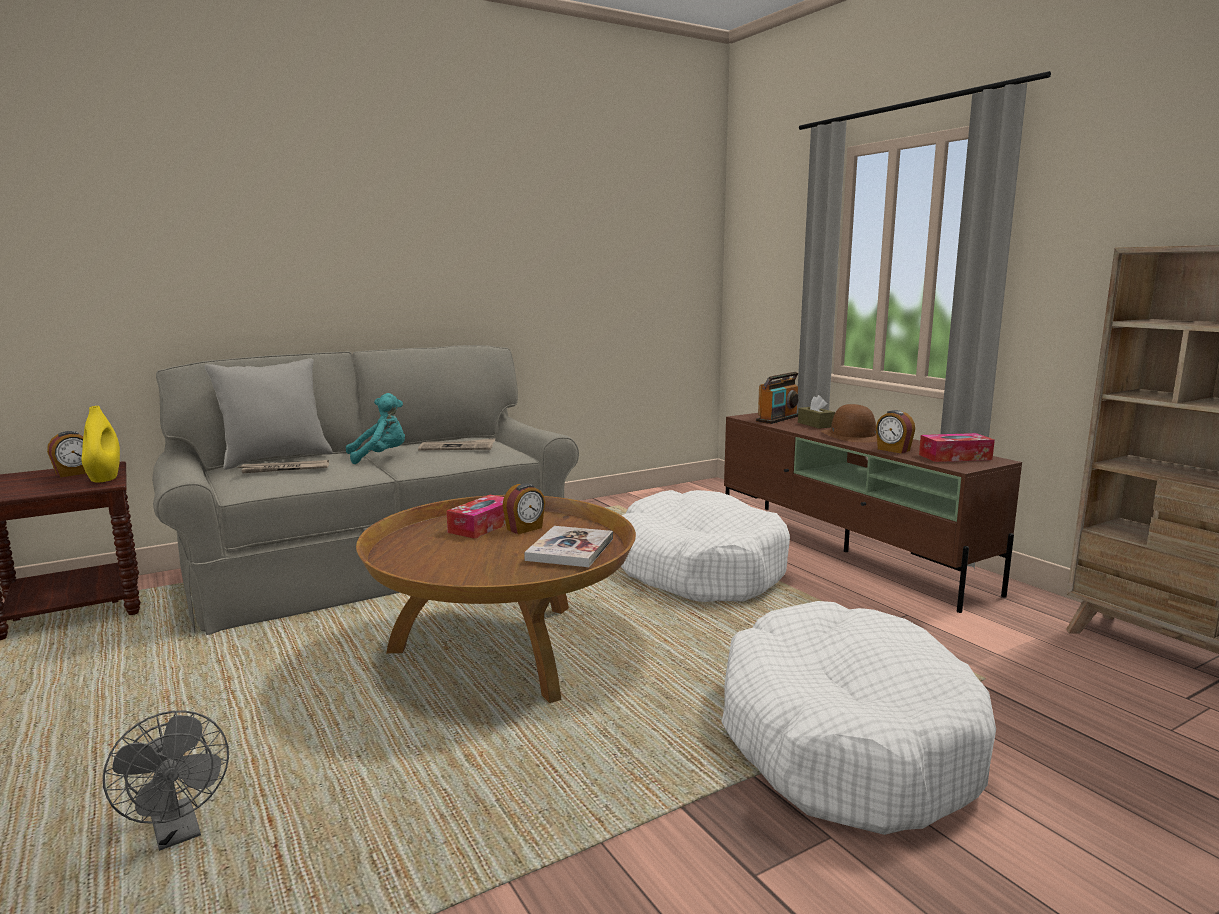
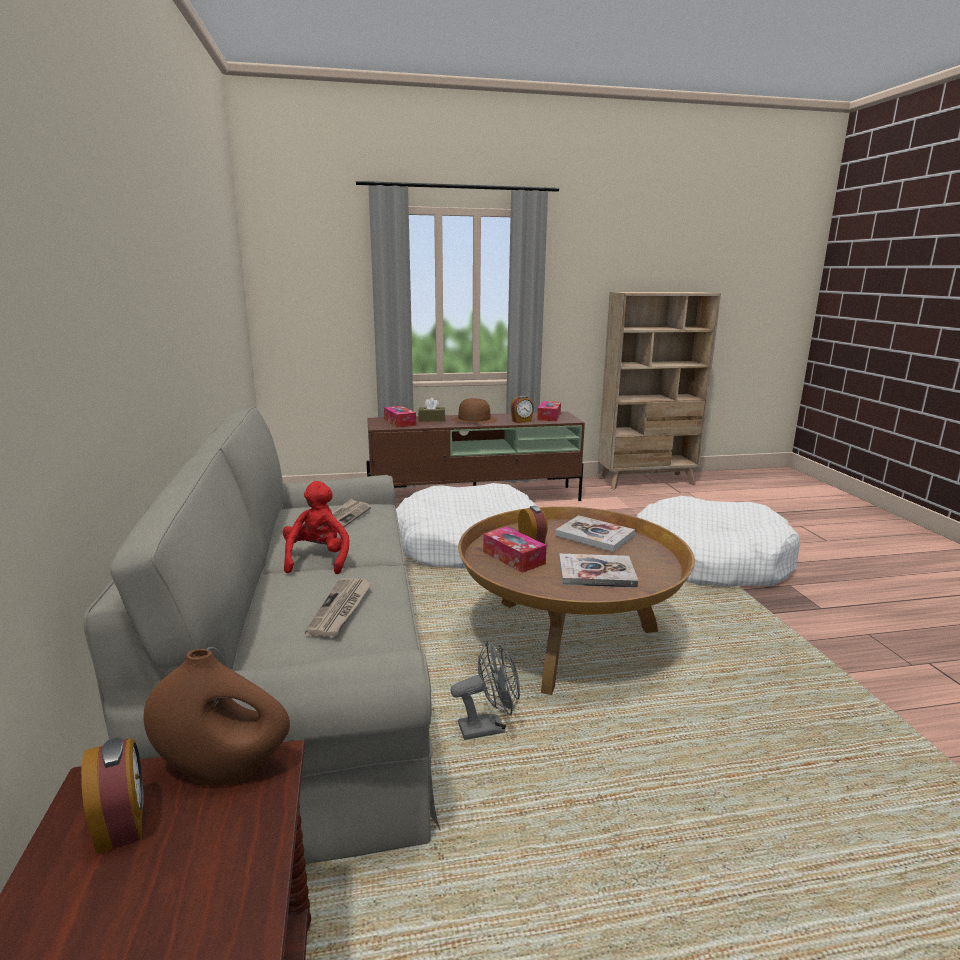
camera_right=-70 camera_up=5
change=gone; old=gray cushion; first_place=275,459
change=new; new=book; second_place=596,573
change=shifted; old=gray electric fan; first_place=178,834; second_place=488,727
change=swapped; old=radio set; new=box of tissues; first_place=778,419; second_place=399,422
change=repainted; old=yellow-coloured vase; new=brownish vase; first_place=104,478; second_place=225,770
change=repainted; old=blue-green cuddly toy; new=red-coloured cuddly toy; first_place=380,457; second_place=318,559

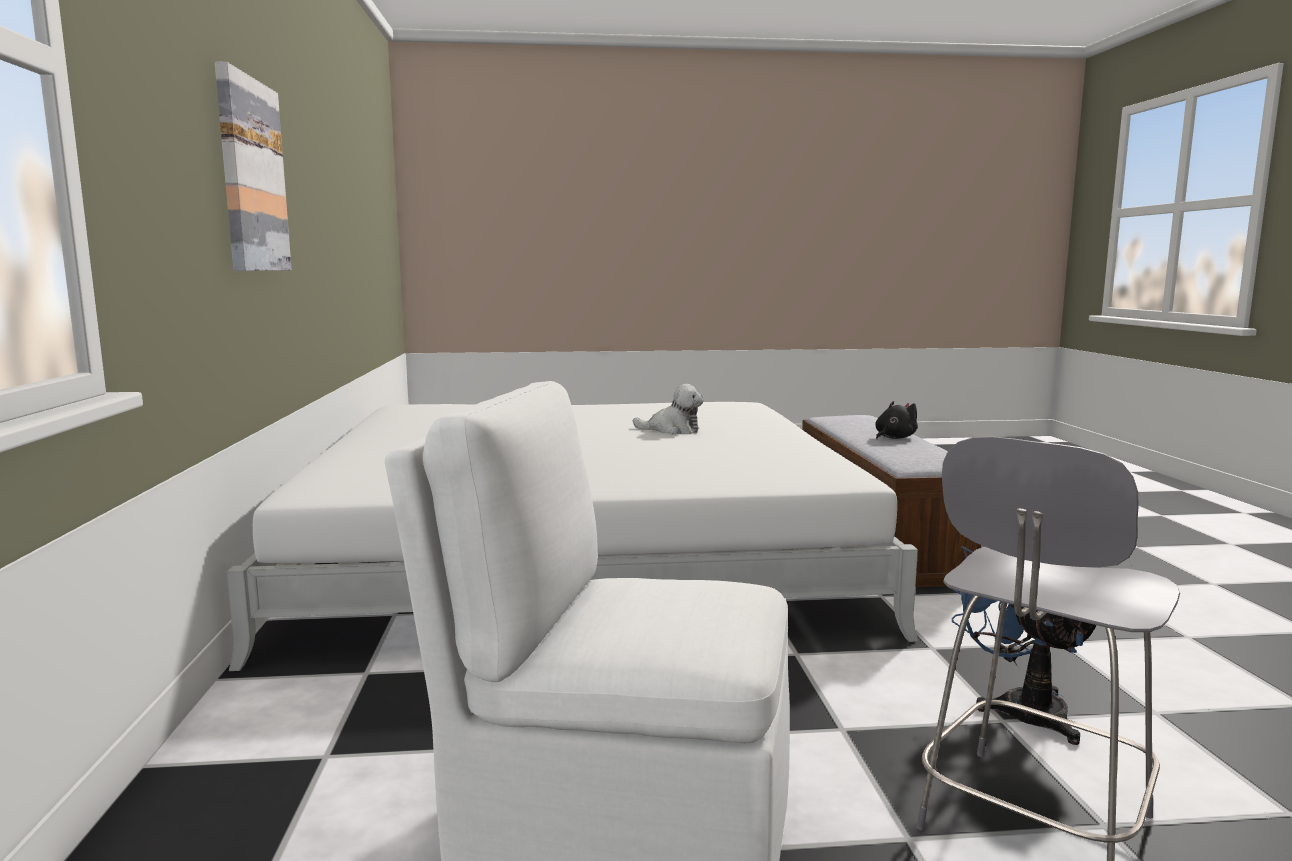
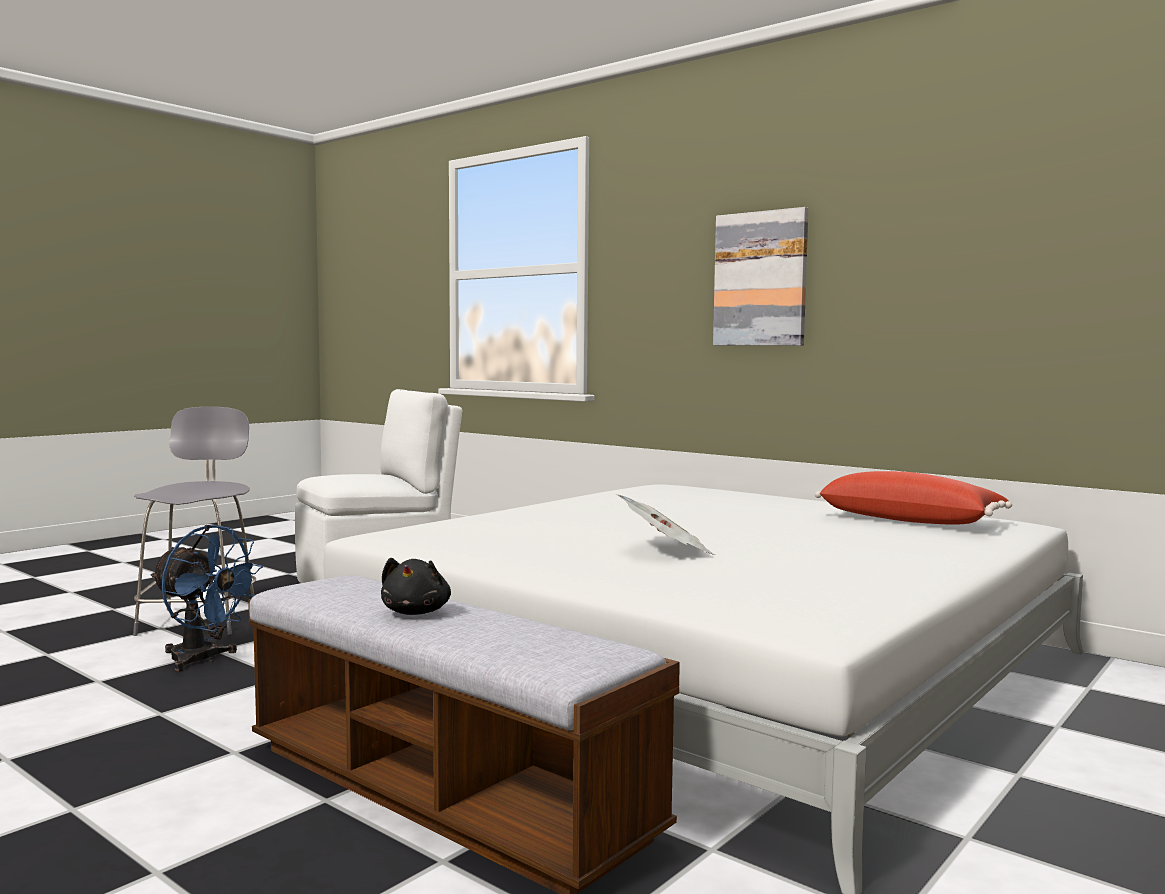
camera_right=135 camera_up=-5
change=new; new=red-coloured cushion; second_place=910,520
change=swapped; old=cuddly toy; new=newspaper; first_place=672,430; second_place=666,551

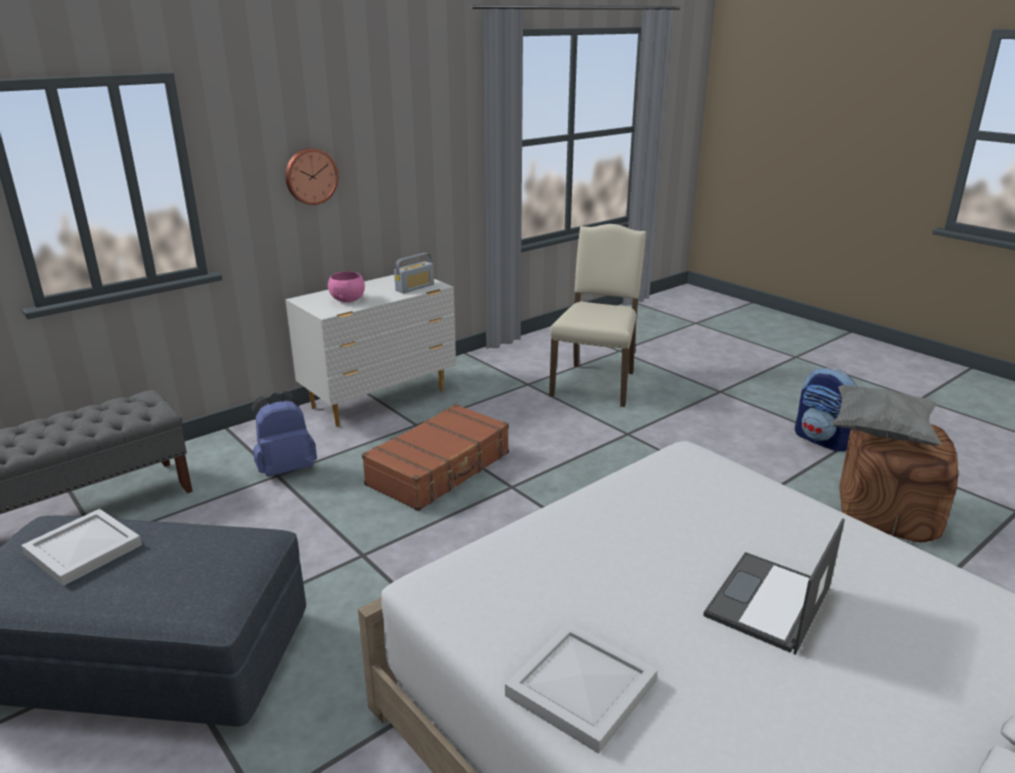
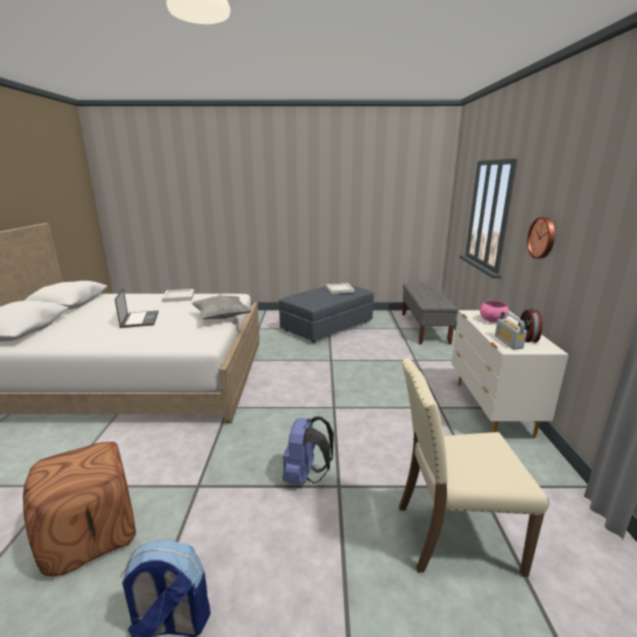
camera_right=130 camera_up=-5
change=gone; old=brownish travel case; first_place=440,469
change=new; new=bedside clock; second_place=526,338
change=shifted; old=blue backpack; first_place=286,468; second_place=305,476
change=shifted; old=gray cushion; first_place=881,433; second_place=222,318
change=rotated; old=sand-coloured upright chair; first_place=596,383; second_place=453,535; degrees=120

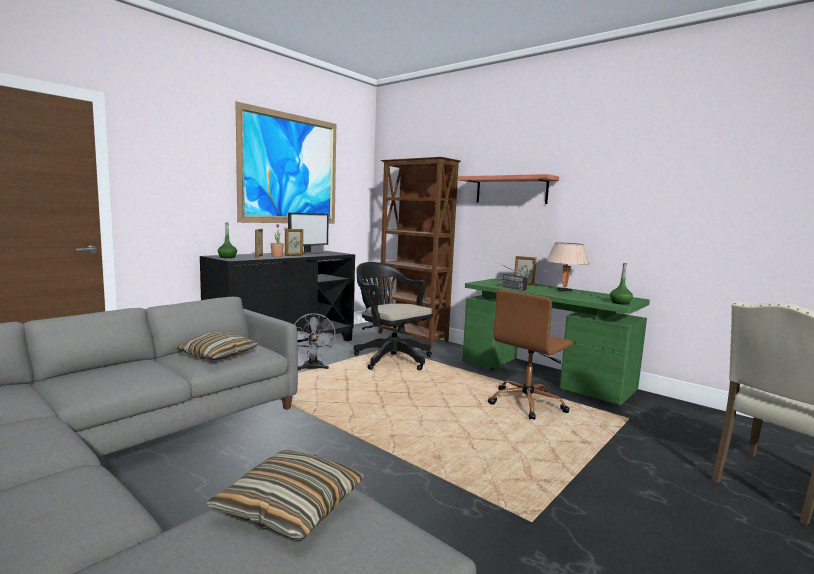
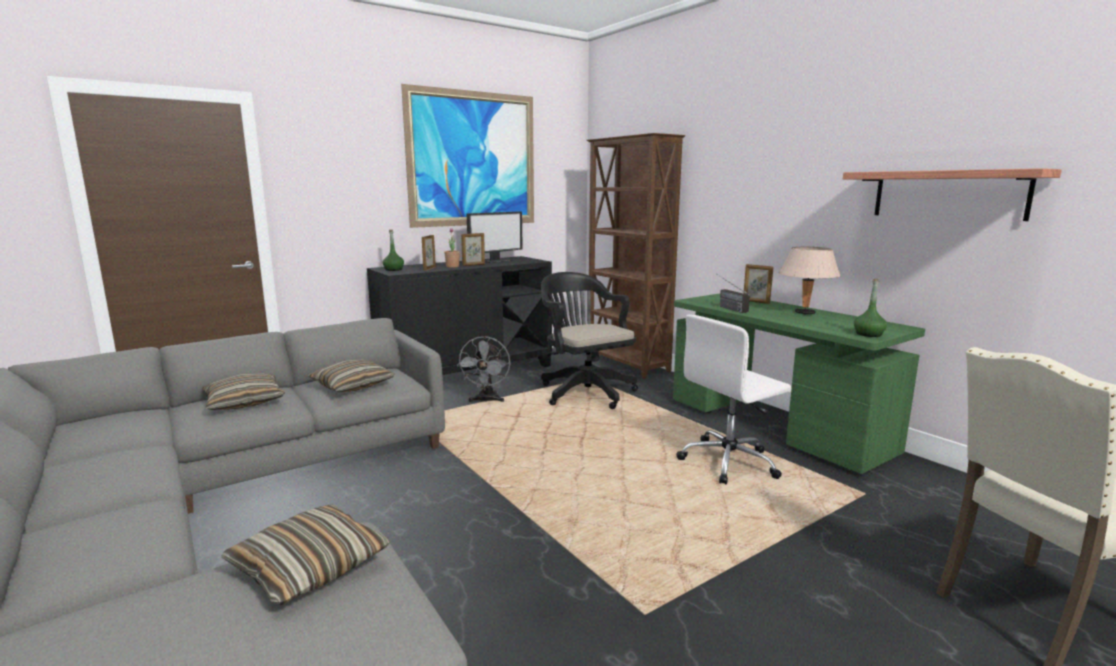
camera_right=15 camera_up=5
change=new; new=cushion; second_place=244,402
change=shifted; old=wall shelf; first_place=511,190; second_place=948,194
change=repainted; old=brownish office chair; new=white office chair; first_place=527,403; second_place=729,462

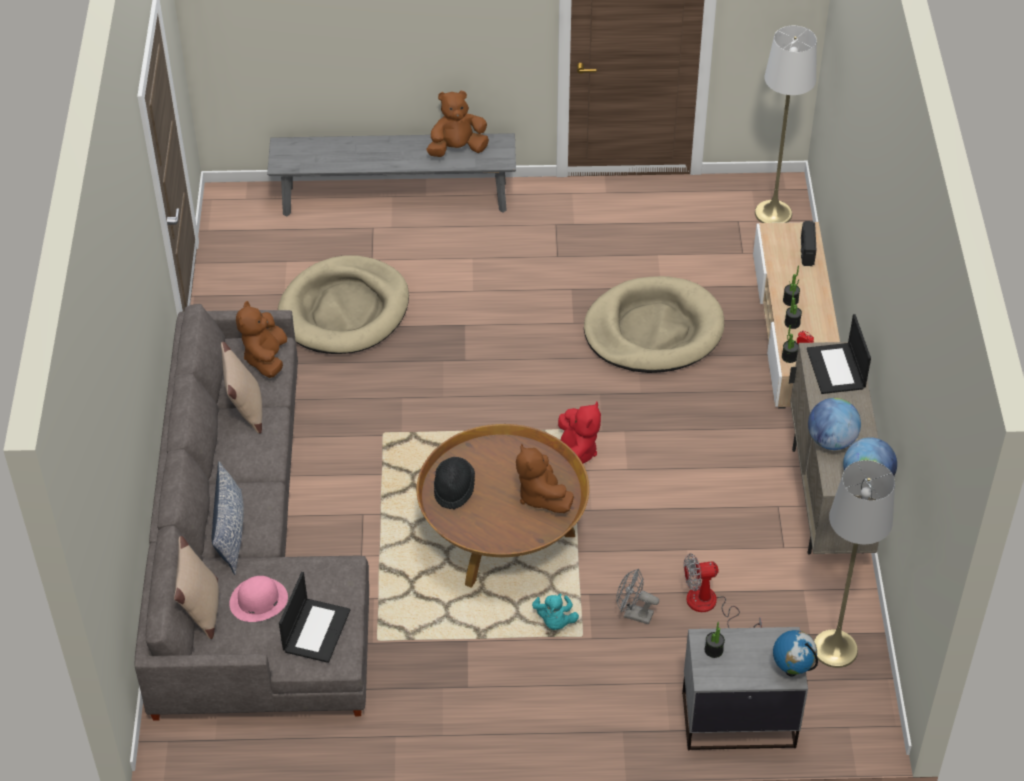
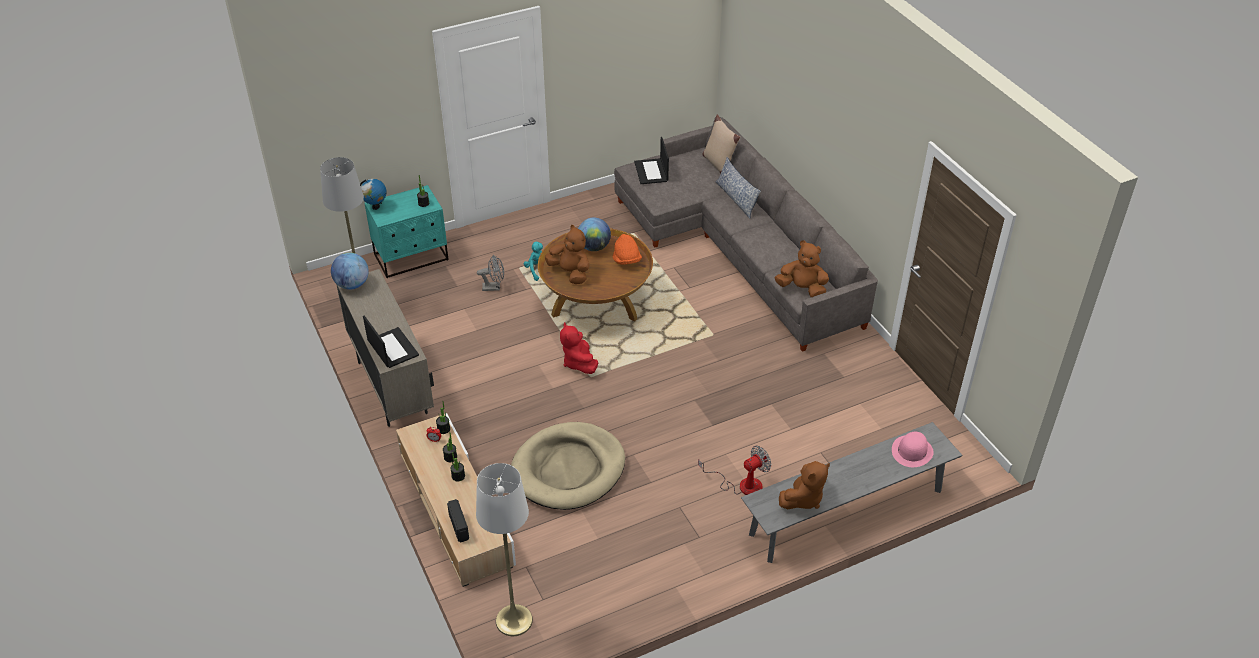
camera_right=155 camera_up=-5
change=gone; old=sand-coloured cushion; first_place=246,411
change=gone; old=sand-coloured pet bed; first_place=344,310
change=shifted; old=pink clothing hat; first_place=258,600; second_place=912,451
change=shifted; old=electric fan; first_place=710,606; second_place=742,485
change=shifted; old=world globe; first_place=831,440; second_place=594,247
change=repainted; old=blackish clothing hat; new=orange clothing hat; first_place=454,489; second_place=626,260
change=repainted; old=gray nightstand; new=blue-green nightstand; first_place=737,719; second_place=412,257
change=rotated; old=brownish cuddly toy; first_place=266,358; second_place=802,289; degrees=-45

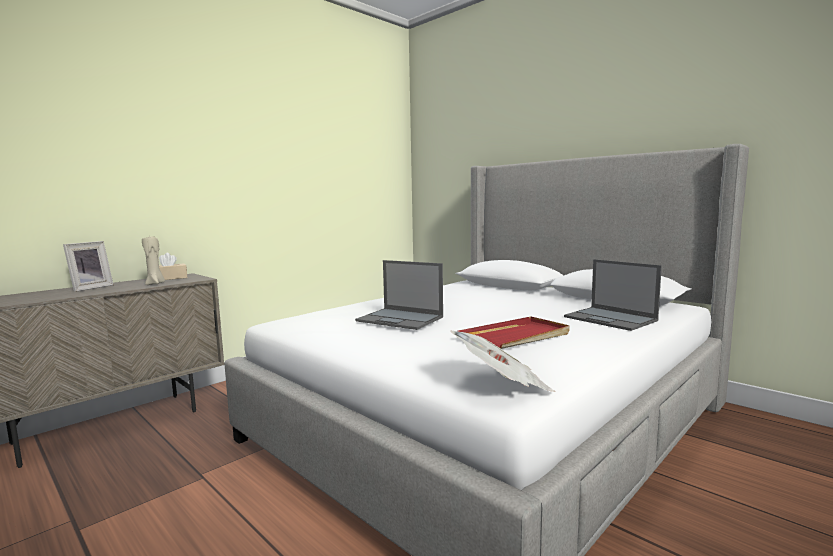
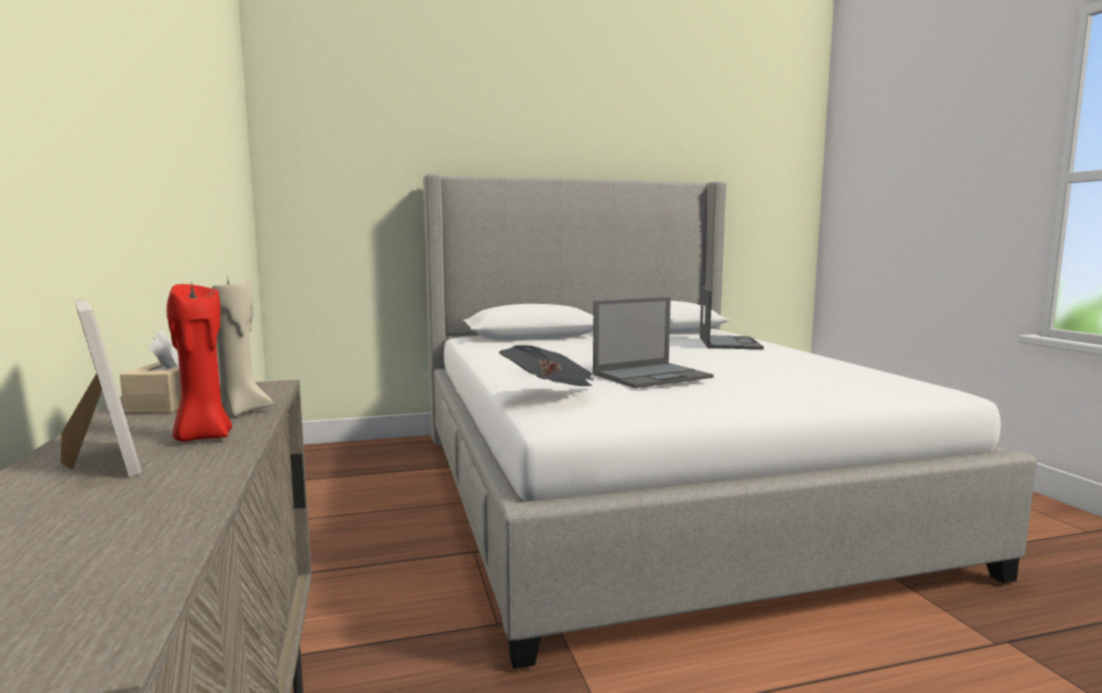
camera_right=-60 camera_up=0
change=gone; old=red-coloured tray; first_place=516,337
change=new; new=red-coloured wax light; second_place=202,437
change=shifted; old=newspaper; first_place=502,386; second_place=551,394
change=rotated; old=notebook computer; first_place=611,319; second_place=728,343; degrees=-75

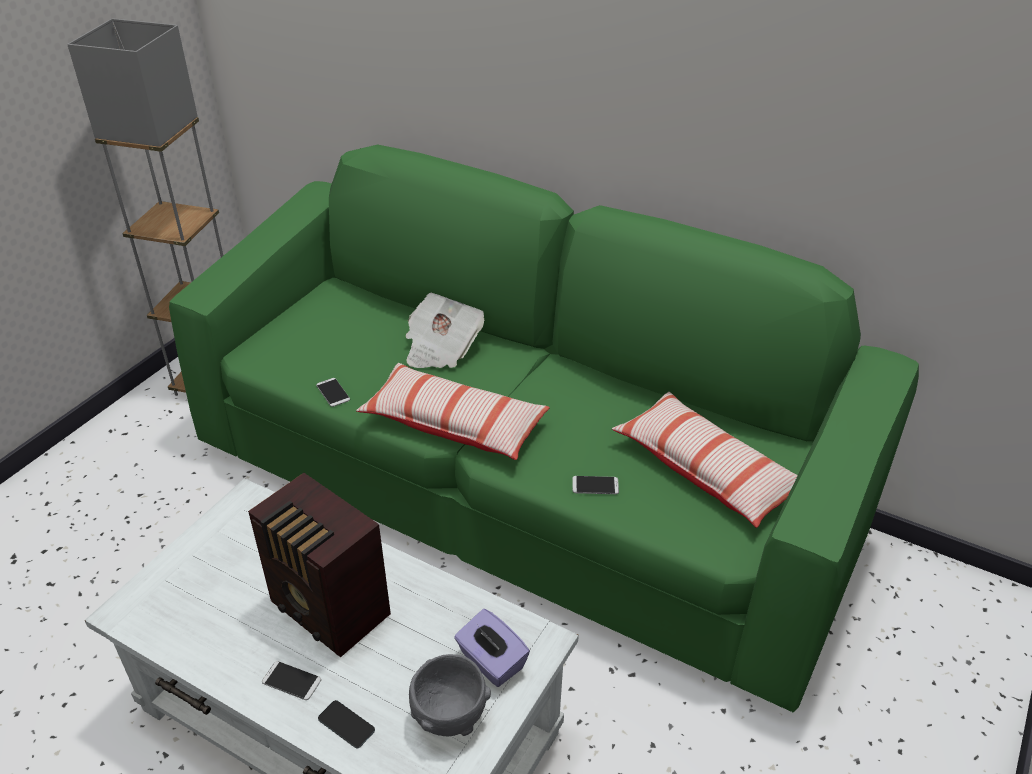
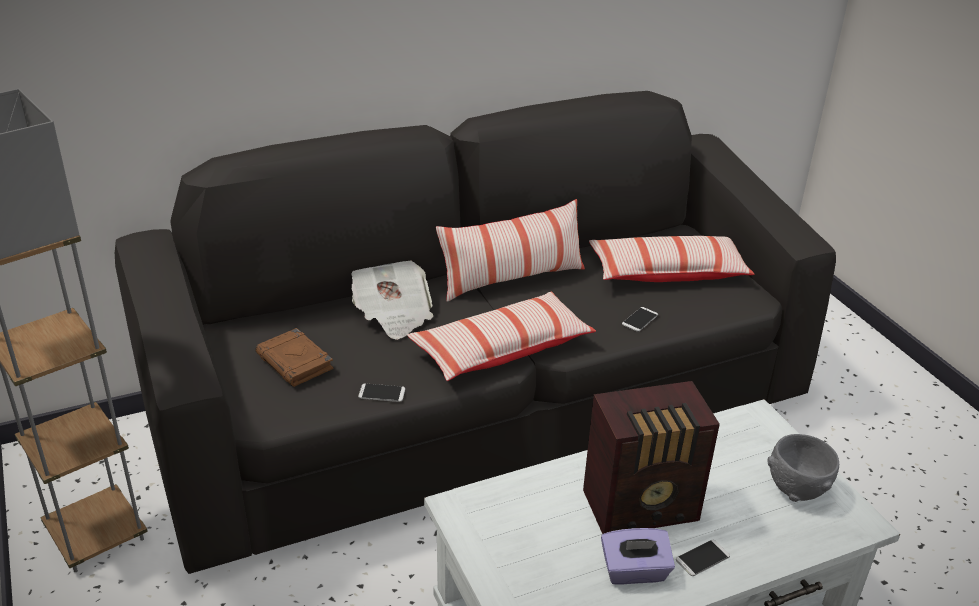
camera_right=-55 camera_up=-5
change=gone; old=handset; first_place=346,724
change=new; new=brownish book; second_place=295,362
change=new; new=cushion; second_place=512,279
change=shifted; old=purple box of tissues; first_place=491,662; second_place=634,572
change=repainted; old=green-coloured sofa; new=blackish sofa; first_place=518,490; second_place=486,409

